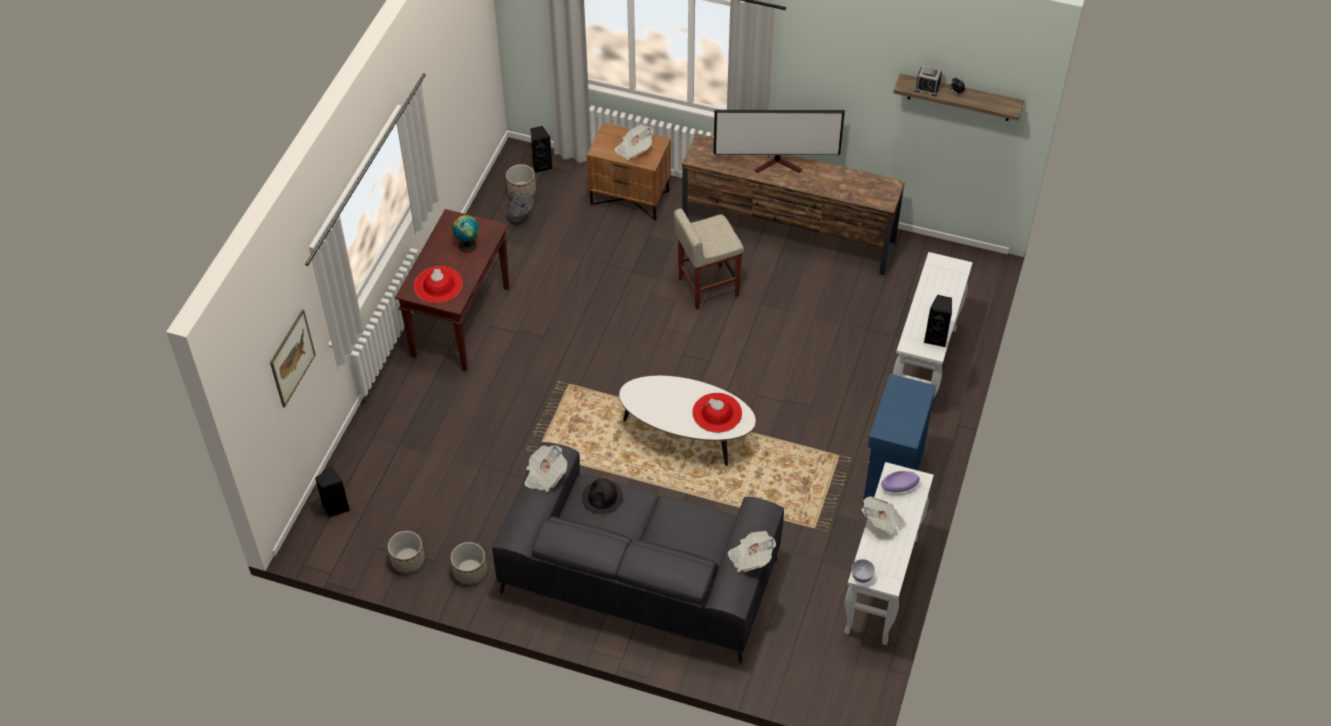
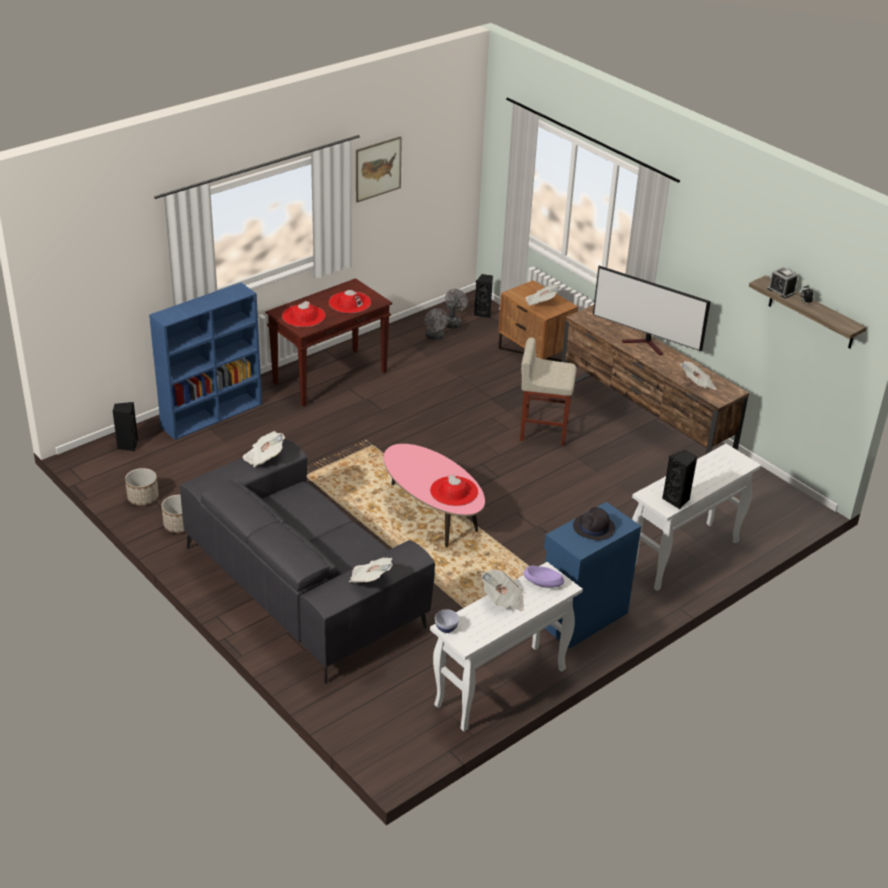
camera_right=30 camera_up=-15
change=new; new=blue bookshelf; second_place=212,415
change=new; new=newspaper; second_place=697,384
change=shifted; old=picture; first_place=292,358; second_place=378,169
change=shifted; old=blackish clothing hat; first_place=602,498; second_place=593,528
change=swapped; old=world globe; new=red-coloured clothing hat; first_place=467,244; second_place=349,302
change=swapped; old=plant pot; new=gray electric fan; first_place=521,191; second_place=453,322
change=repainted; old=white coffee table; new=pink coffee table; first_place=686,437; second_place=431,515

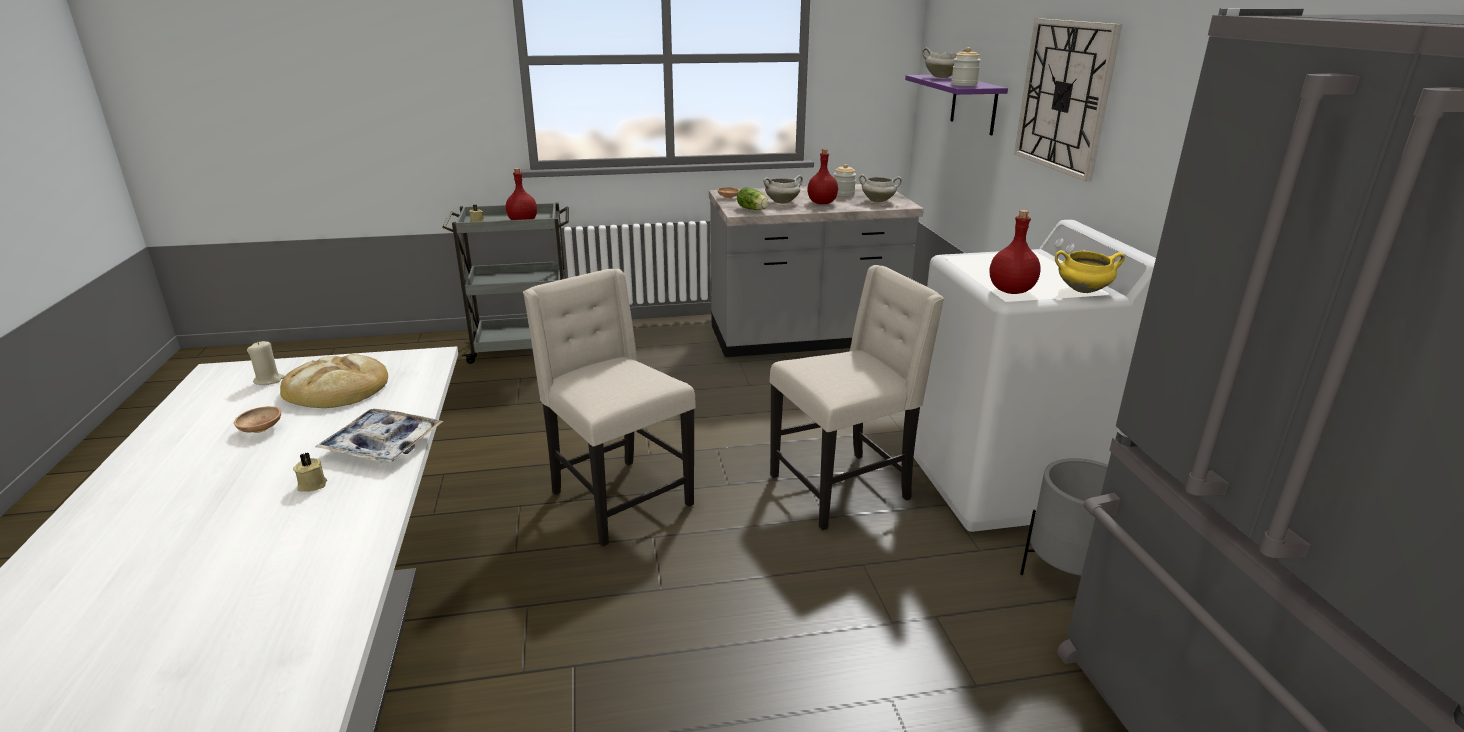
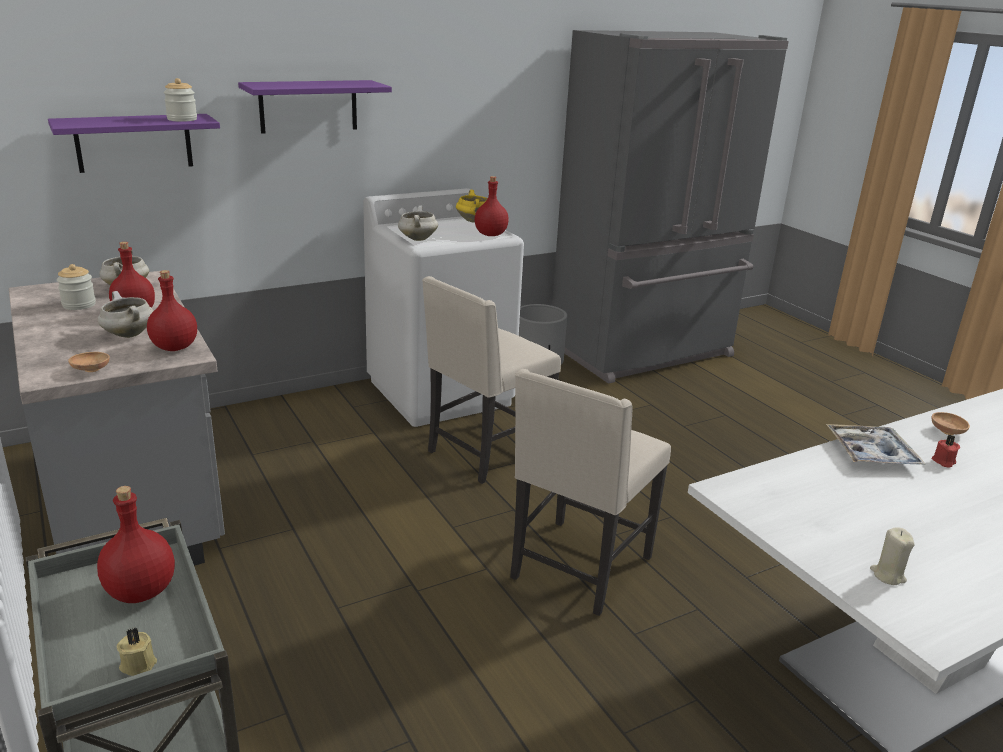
camera_right=-110 camera_up=0
change=gone; old=bread; first_place=337,388
change=shifted; old=brownish deep dish; first_place=261,429; second_place=947,431
change=shifted; old=white stockpot; first_place=942,77; second_place=417,239
change=swapped; old=lettuce; new=red-coloured beverage bottle; first_place=753,209; second_place=174,347
change=swapped; old=wall clock; new=purple wall shelf; first_place=1064,96; second_place=308,106
change=repainted; old=sand-coloured wax light; new=red-coloured wax light; first_place=312,484; second_place=943,461
change=rotated; old=sand-coloured upright chair; first_place=843,488; second_place=486,453; degrees=-90

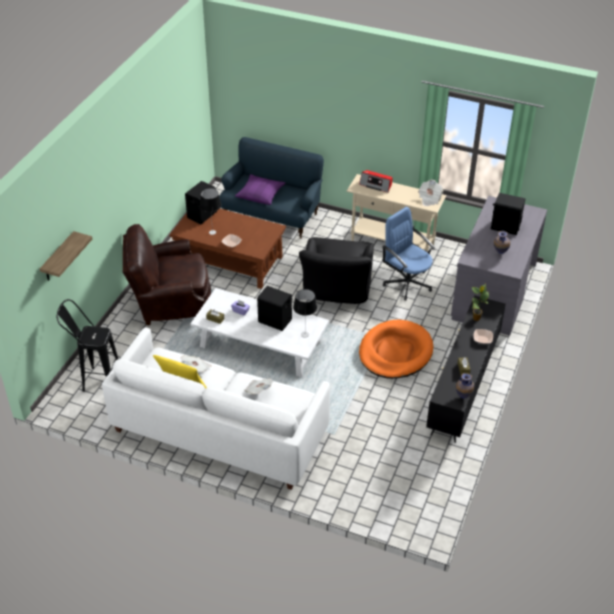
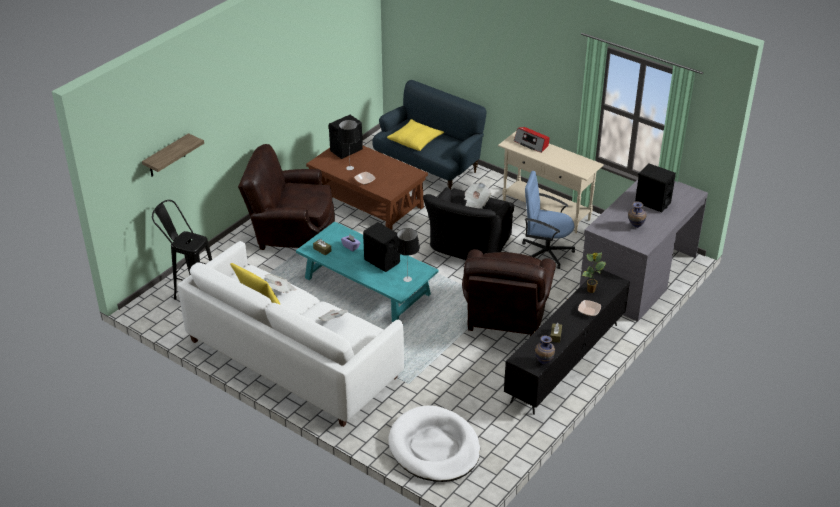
camera_right=15 camera_up=-5
change=new; new=white pet bed; second_place=434,448
change=shifted; old=newspaper; first_place=429,199; second_place=476,203
change=swapped; old=orange pet bed; new=brownish lounge chair; first_place=395,352; second_place=505,317
change=repainted; old=white coffee table; new=blue-green coffee table; first_place=260,345; second_place=366,286
change=repainted; old=purple cushion; new=yellow-coloured cushion; first_place=260,194; second_place=415,140
change=rotated; old=blue office chair; first_place=407,283; second_place=545,252; degrees=-45

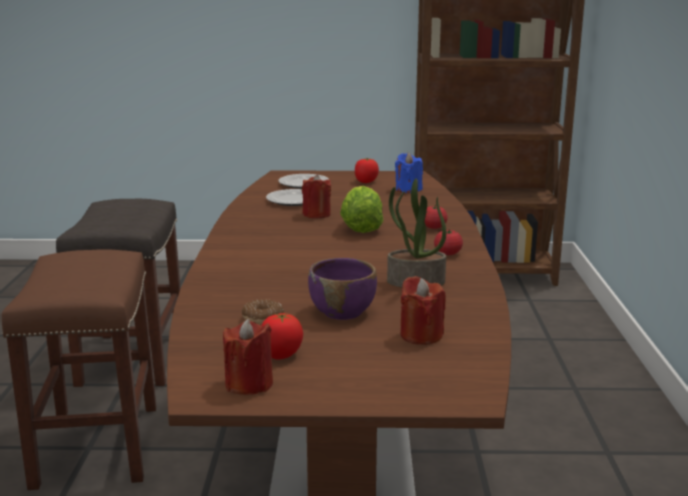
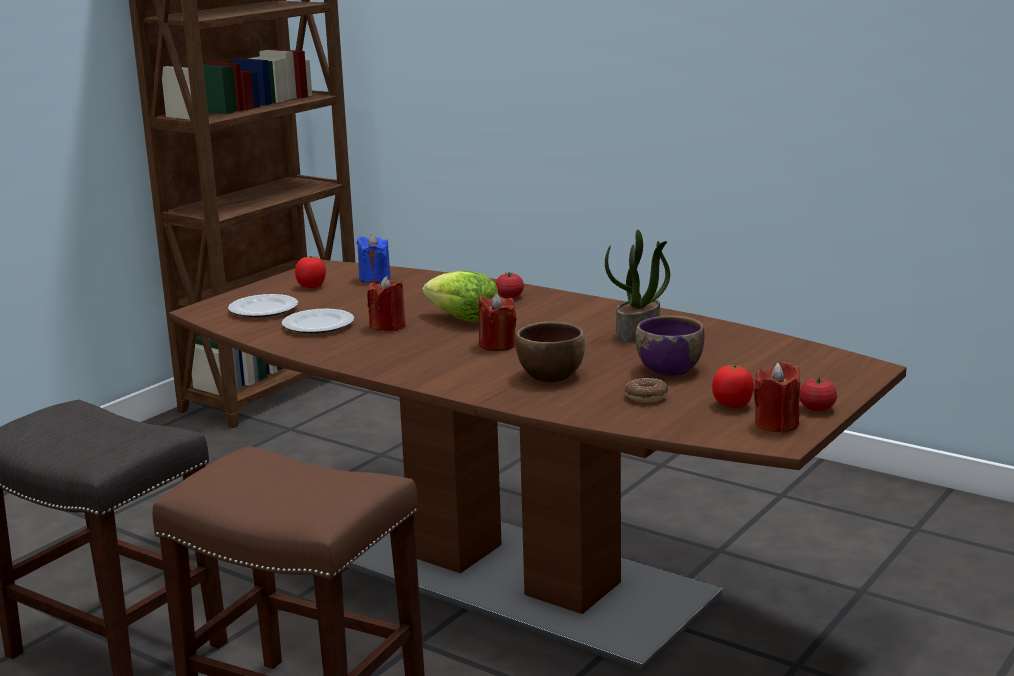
camera_right=-55 camera_up=0
change=new; new=brownish deep dish; second_place=550,375
change=shifted; old=red-coloured wax light; first_place=421,335; second_place=497,345
change=shifted; old=tomato; first_place=447,253; second_place=817,408

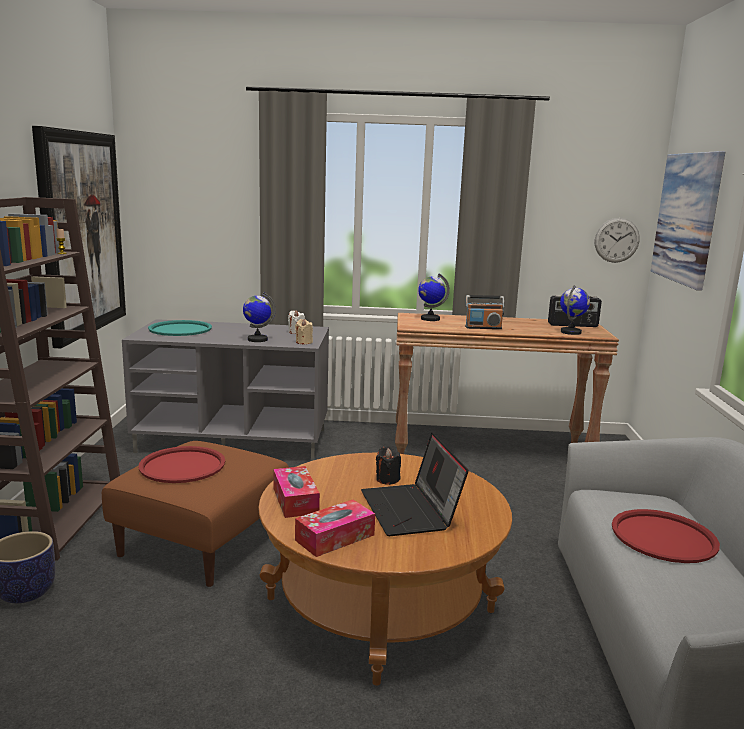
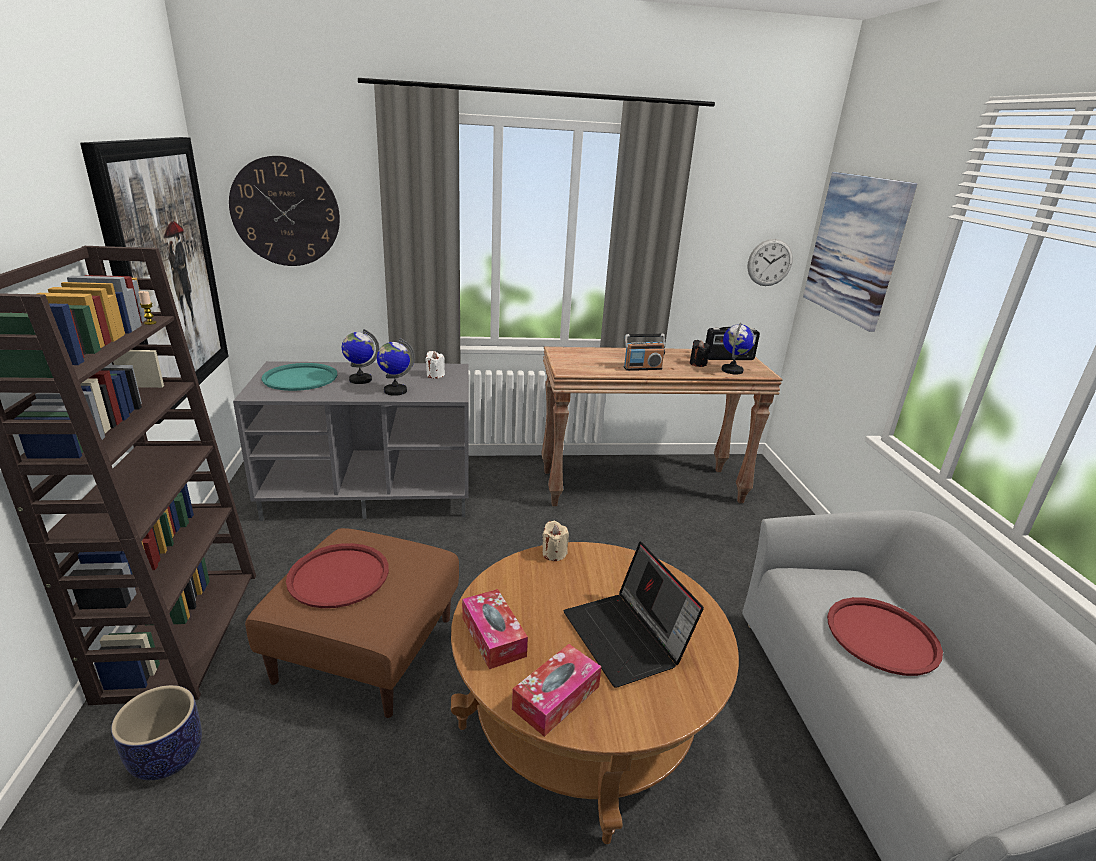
camera_right=-10 camera_up=10
change=new; new=wall clock; second_place=285,212
change=shifted; old=sand-coloured wax light; first_place=304,342; second_place=554,553
change=shifted; old=blackish wax light; first_place=387,479; second_place=697,364
change=shifted; old=world globe; first_place=430,319; second_place=360,380

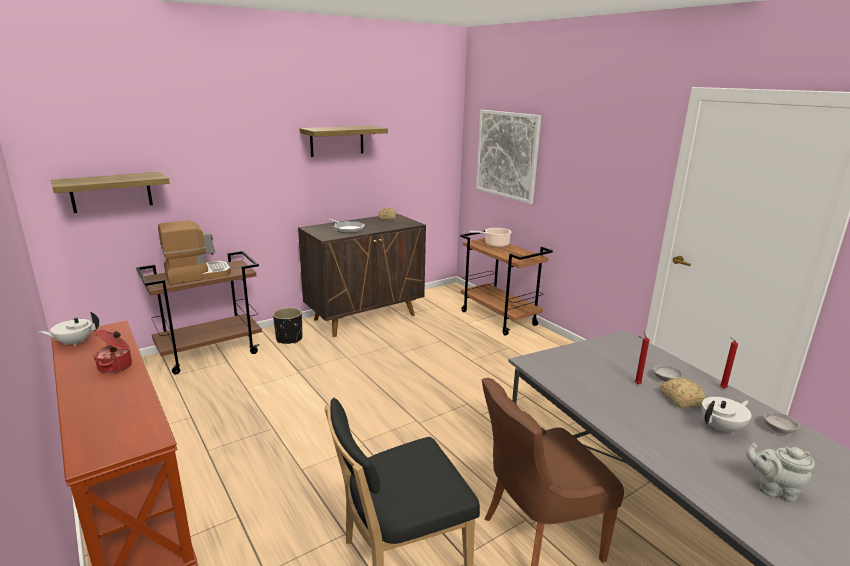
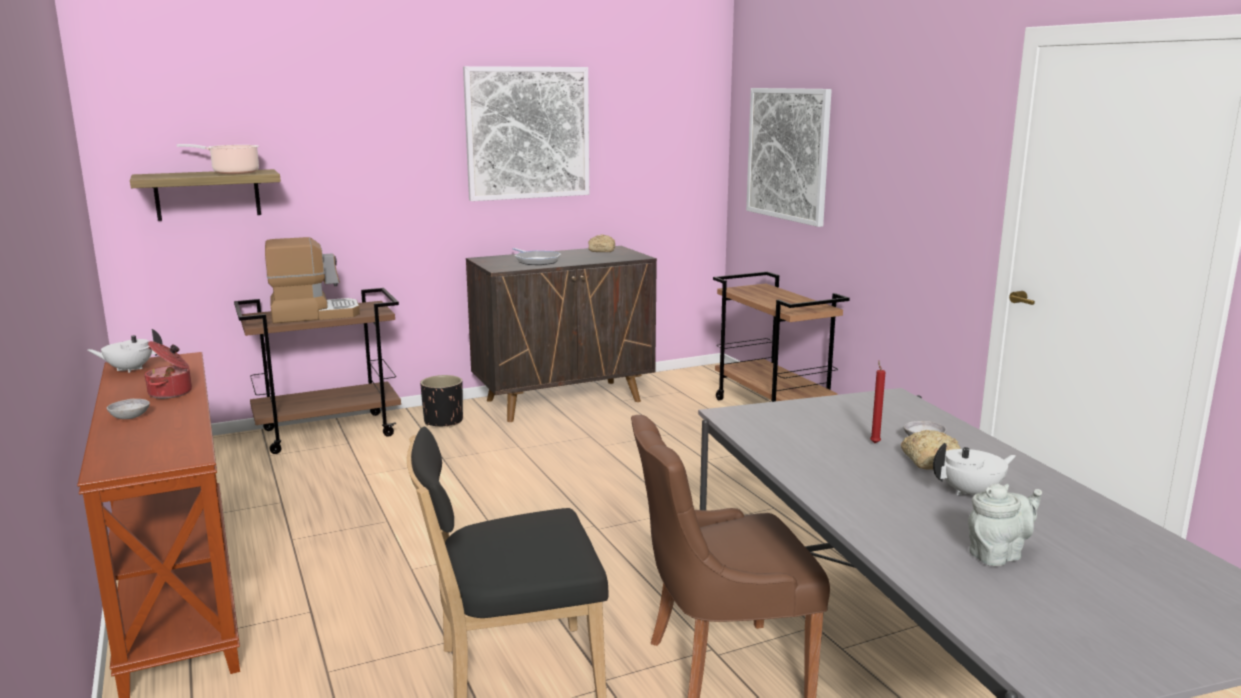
camera_right=10 camera_up=-5
change=gone; old=red-coloured wax light; first_place=721,388
change=shifted; old=stockpot; first_place=495,244; second_place=232,172
change=shifted; old=gray deep dish; first_place=778,429; second_place=130,417
change=swapped; old=wall shelf; new=picture; first_place=337,141; second_place=527,133
change=rotated; old=gray pot for tea; first_place=773,489; second_place=998,555; degrees=120

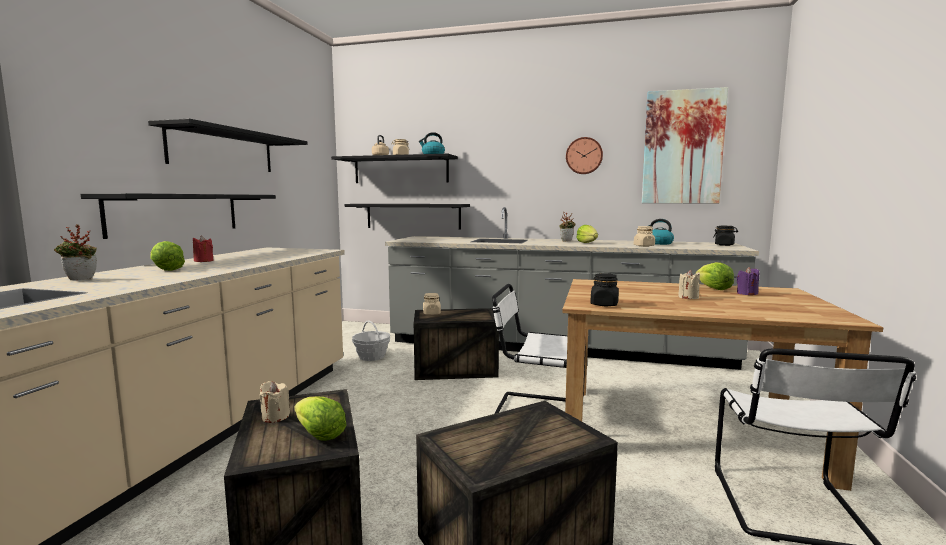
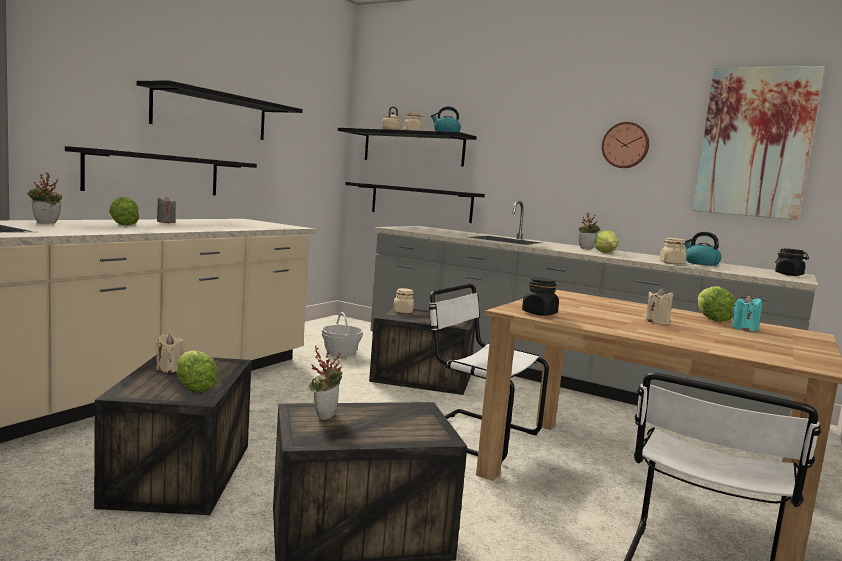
camera_right=15 camera_up=0
change=new; new=potted plant; second_place=324,415
change=repainted; old=red-coloured wax light; new=gray wax light; first_place=203,261; second_place=166,222
change=repainted; old=purple wax light; new=blue-green wax light; first_place=747,293; second_place=744,329

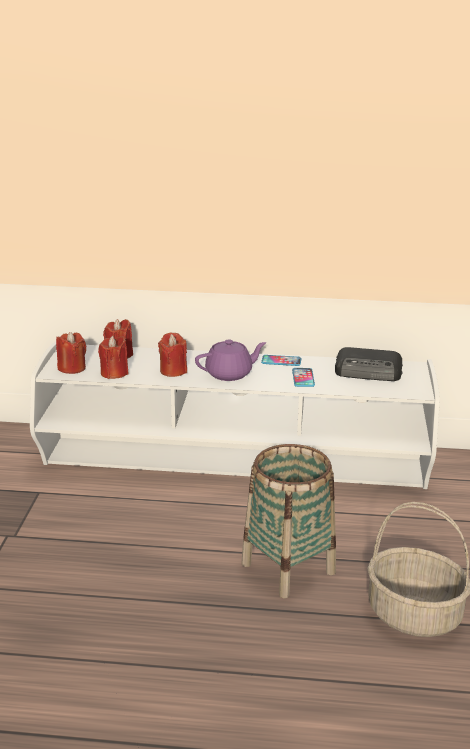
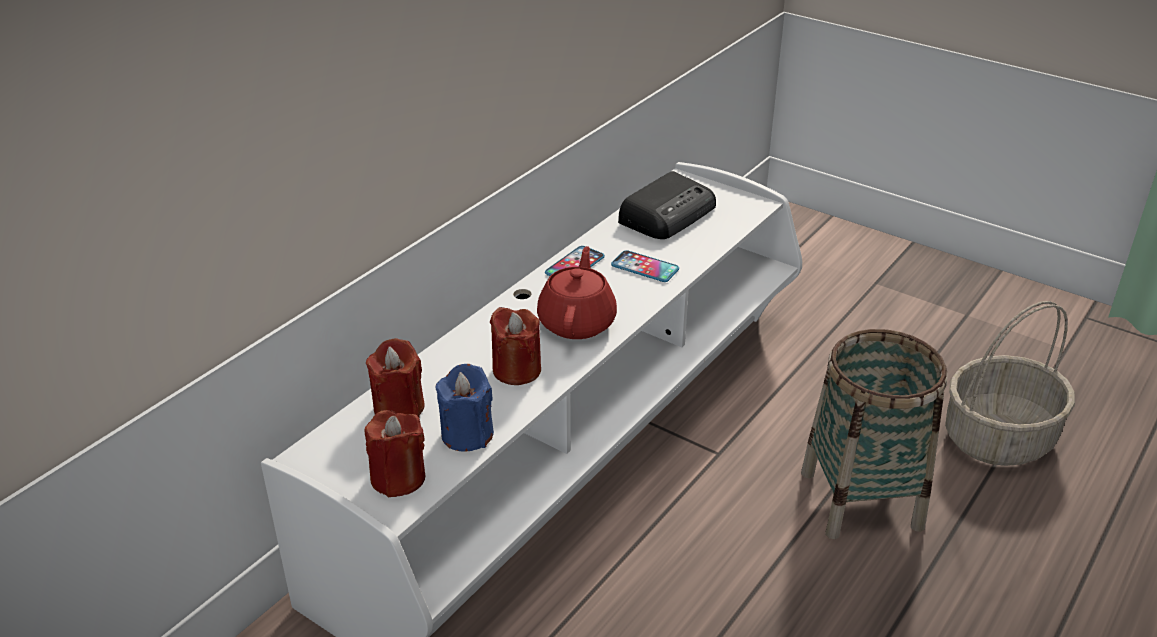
camera_right=-60 camera_up=10
change=repainted; old=red-coloured wax light; new=blue wax light; first_place=114,373; second_place=467,434
change=repainted; old=purple pot for tea; new=red-coloured pot for tea; first_place=230,374; second_place=577,322

